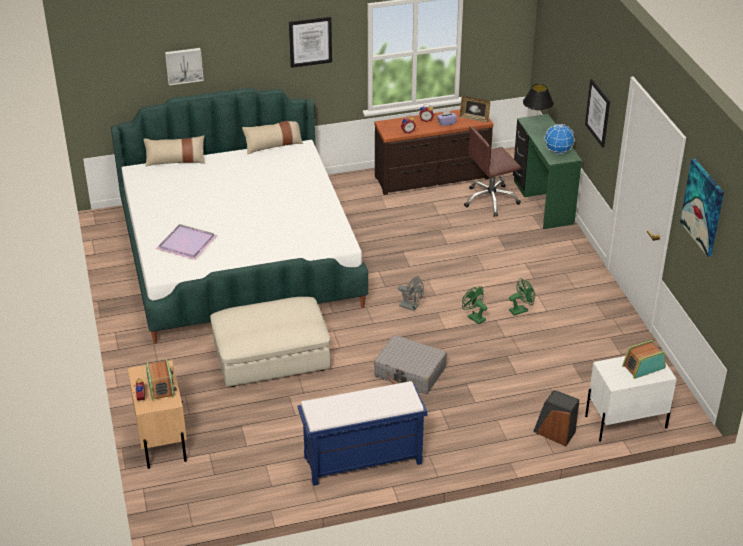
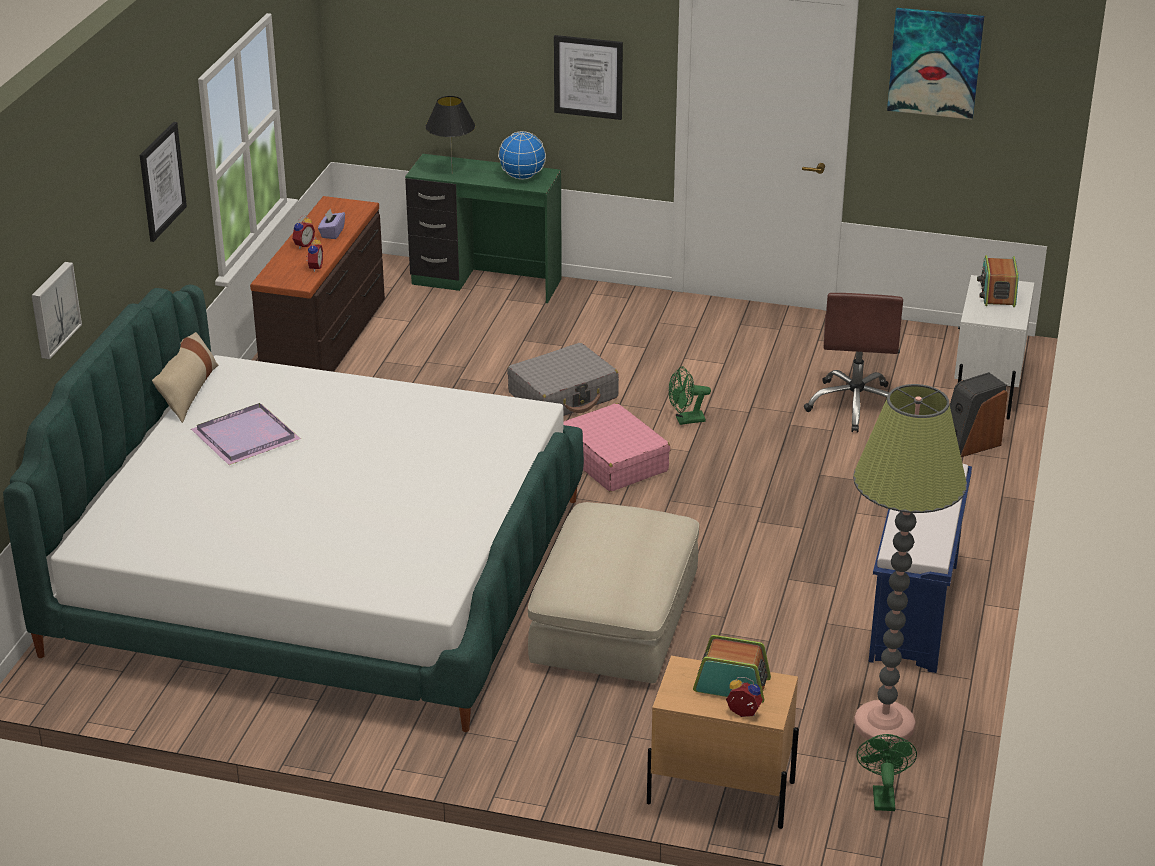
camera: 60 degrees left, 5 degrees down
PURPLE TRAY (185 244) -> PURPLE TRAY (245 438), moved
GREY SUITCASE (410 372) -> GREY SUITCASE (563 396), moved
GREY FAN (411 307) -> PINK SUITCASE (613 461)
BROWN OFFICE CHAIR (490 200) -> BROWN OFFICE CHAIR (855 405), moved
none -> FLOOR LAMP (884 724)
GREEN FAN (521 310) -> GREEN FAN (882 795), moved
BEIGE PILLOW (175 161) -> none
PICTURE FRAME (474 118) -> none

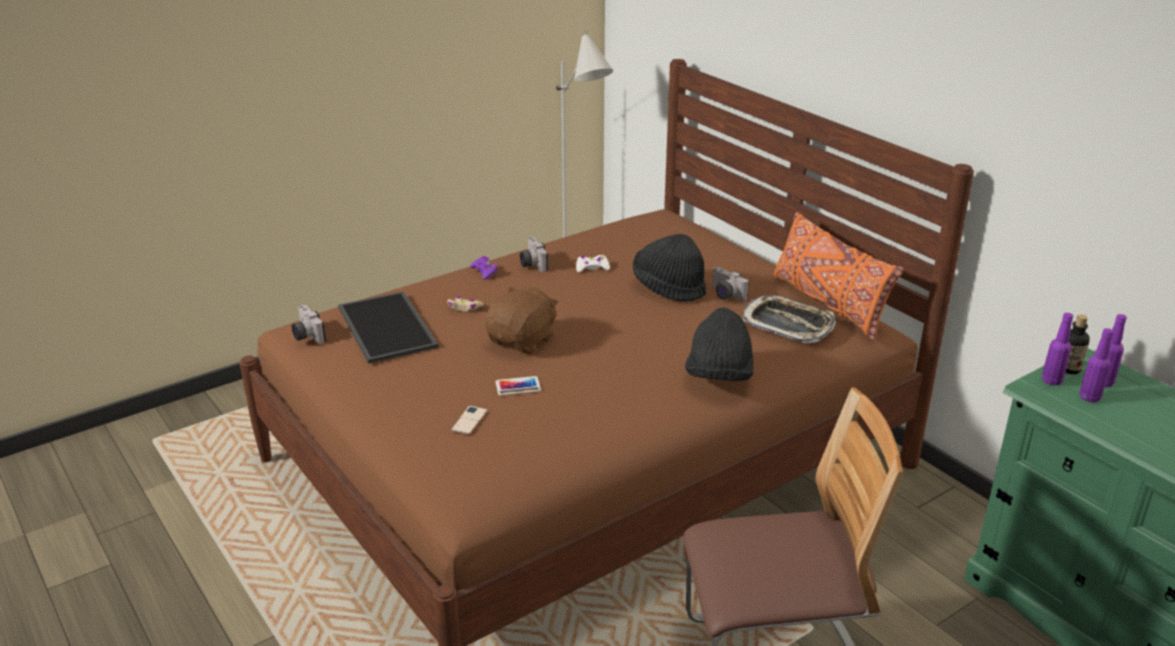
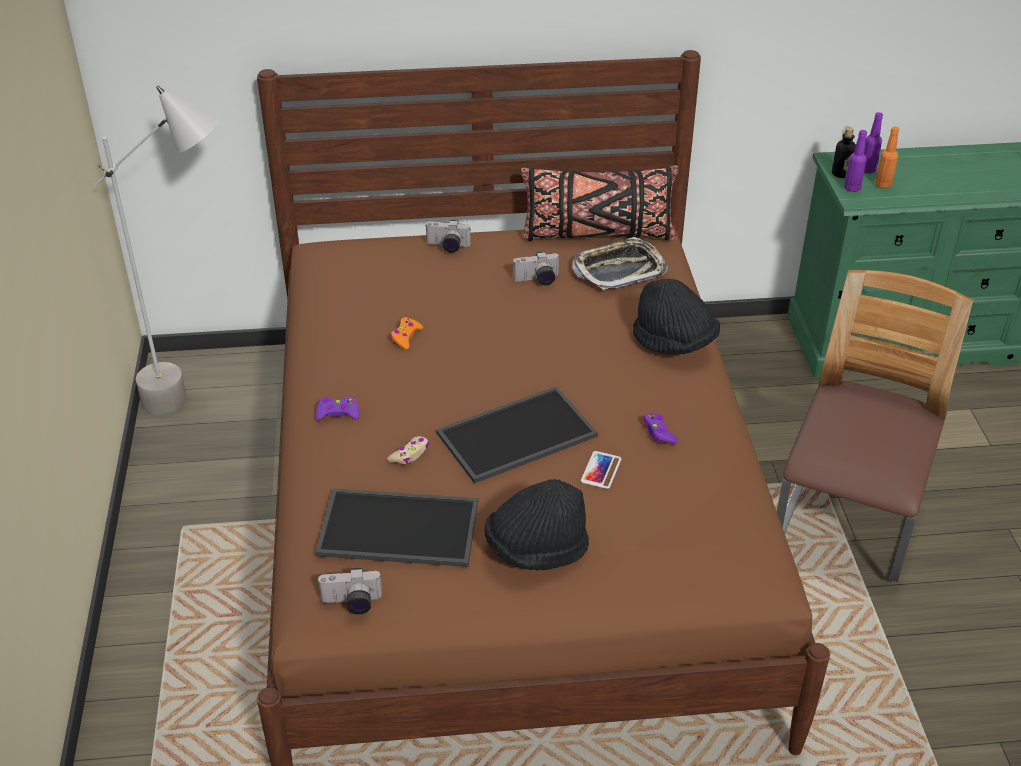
camera: 60 degrees left, 10 degrees up
WHITE GAME CONTROLLER (592 268) -> ORANGE GAME CONTROLLER (406 337)
PHOTO CAMERA (531 264) -> PHOTO CAMERA (447 247), moved
BROWN PLUSH TOY (523 341) -> TRAY (516 436)
BLACK HAT (669 287) -> BLACK HAT (536 549), moved
ORANGE PILLOW (829 303) -> BLACK PILLOW (597 234)
none -> PURPLE GAME CONTROLLER (659 433)
PURPLE BOTTLE (1089 397) -> ORANGE BOTTLE (883 185)
PHONE (469 420) -> none

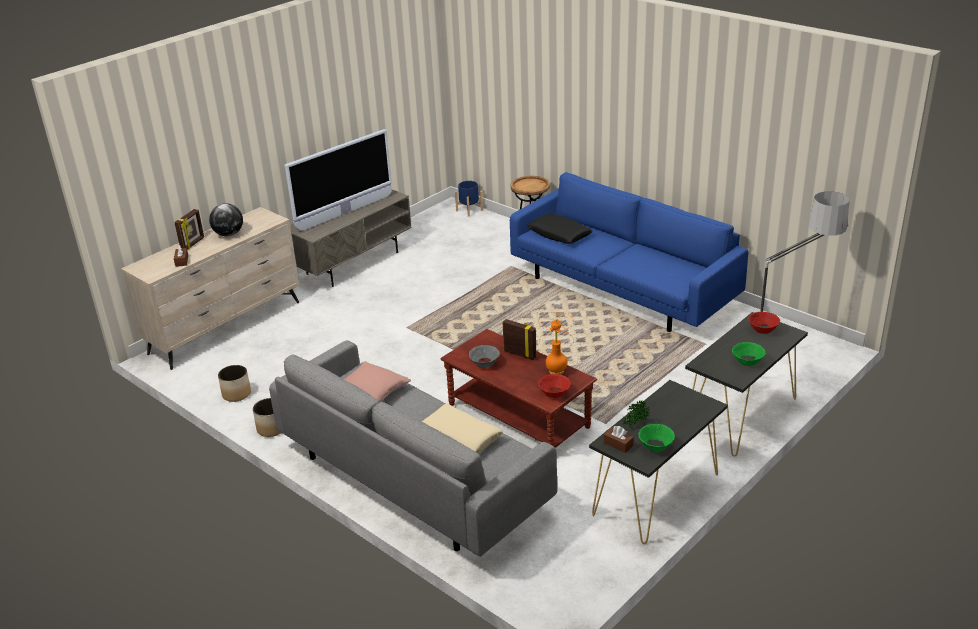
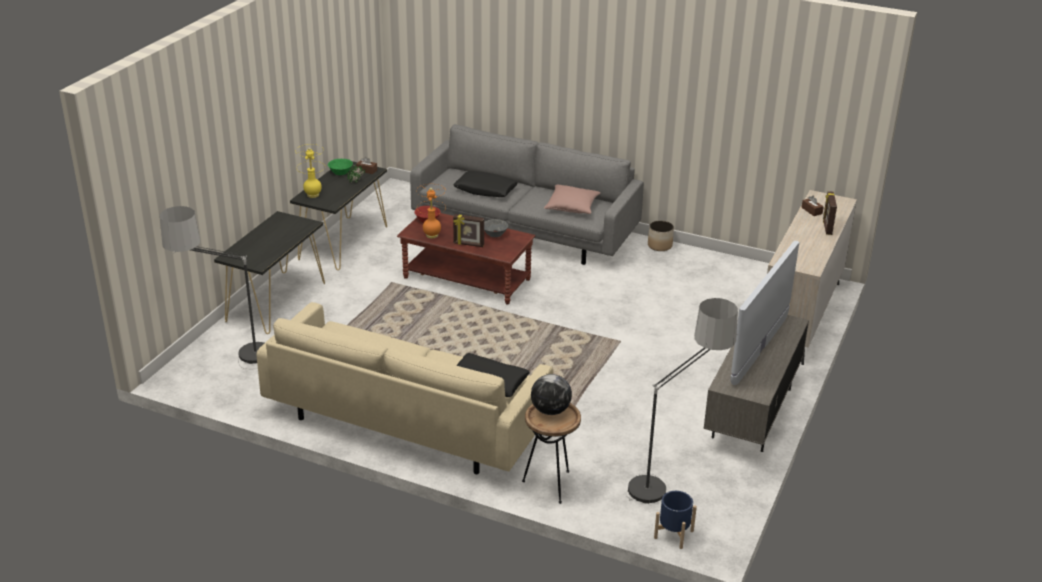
camera: 160 degrees right, 0 degrees up
BLUE SOFA (621 288) -> BEIGE SOFA (407 420)
none -> YELLOW TABLE LAMP (313 195)
BEIGE PILLOW (460 437) -> BLACK PILLOW (485 190)
GLOBE (229 234) -> GLOBE (550 410), moved
none -> FLOOR LAMP (671 481)
PLANTER (236 394) -> none
GREEN BOWL (747 361) -> none
RED BOWL (763 329) -> none

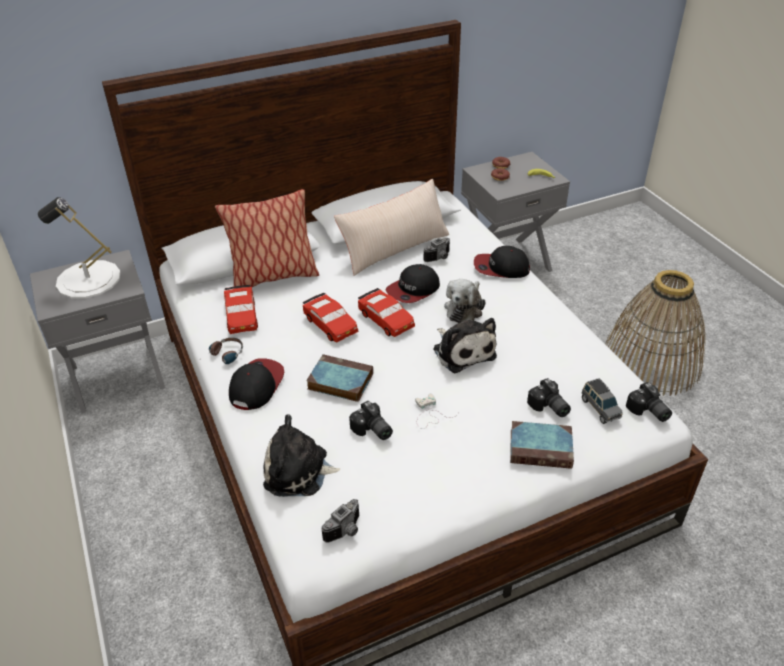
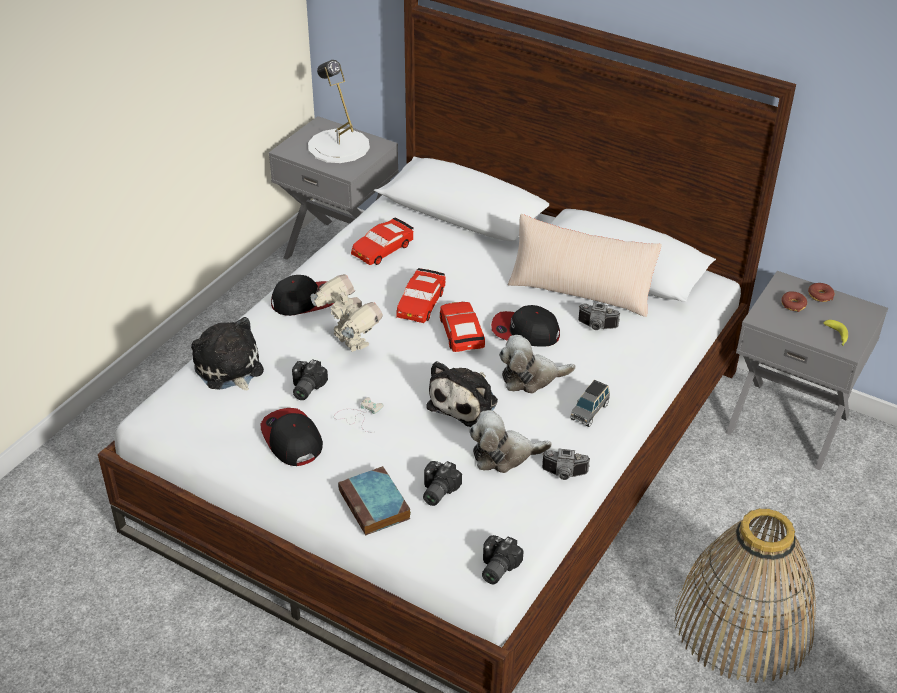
camera: 55 degrees right, 0 degrees up
CAP (501 268) -> CAP (291 439), moved
BOOK (339 381) -> TOY ROBOT (348 342)
RED TOY CAR (386 319) -> RED TOY CAR (461 333), 150 degrees clockwise
none -> PLUSH TOY (504 455)
PHOTO CAMERA (346 531) -> PHOTO CAMERA (564 475), moved
GREY TOY CAR (599 408) -> GREY TOY CAR (589 411), moved
HEADPHONES (223 357) -> none
PILLOW (274 277) -> none

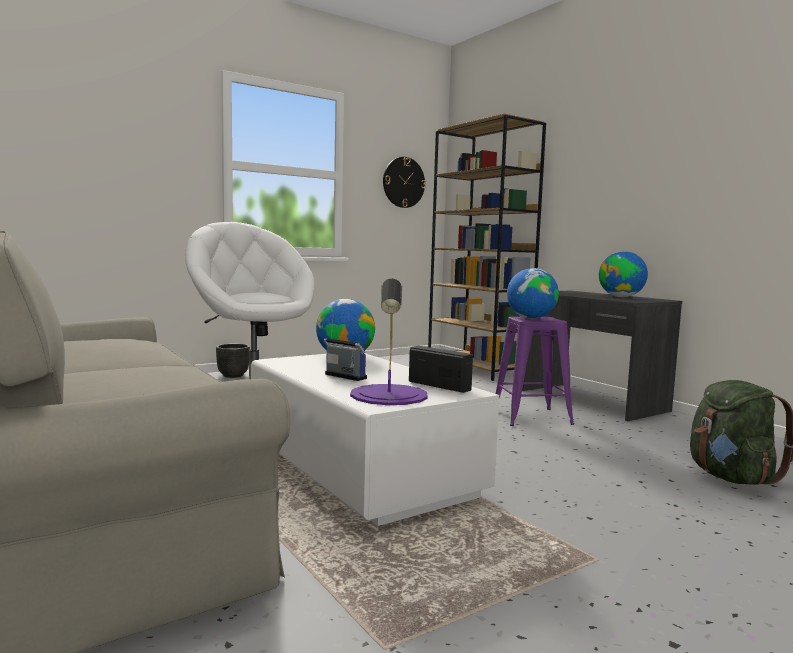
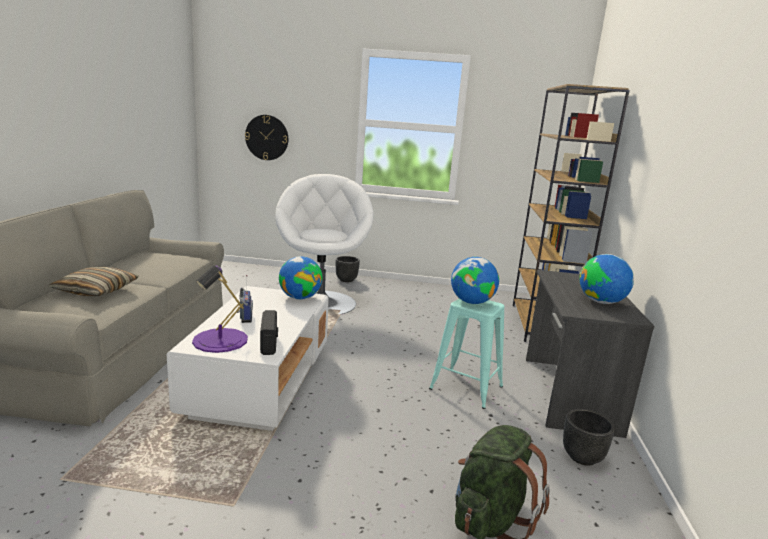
camera: 40 degrees right, 10 degrees up
none -> PILLOW (96 290)
WALL CLOCK (403 182) -> WALL CLOCK (267 137), moved
PURPLE STOOL (531 417) -> TURQUOISE STOOL (466 388)
none -> BLACK PLANTER (581 457)

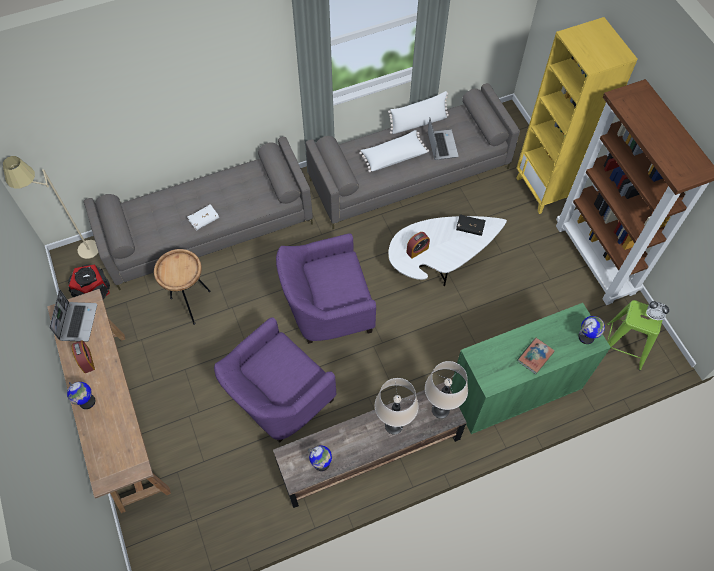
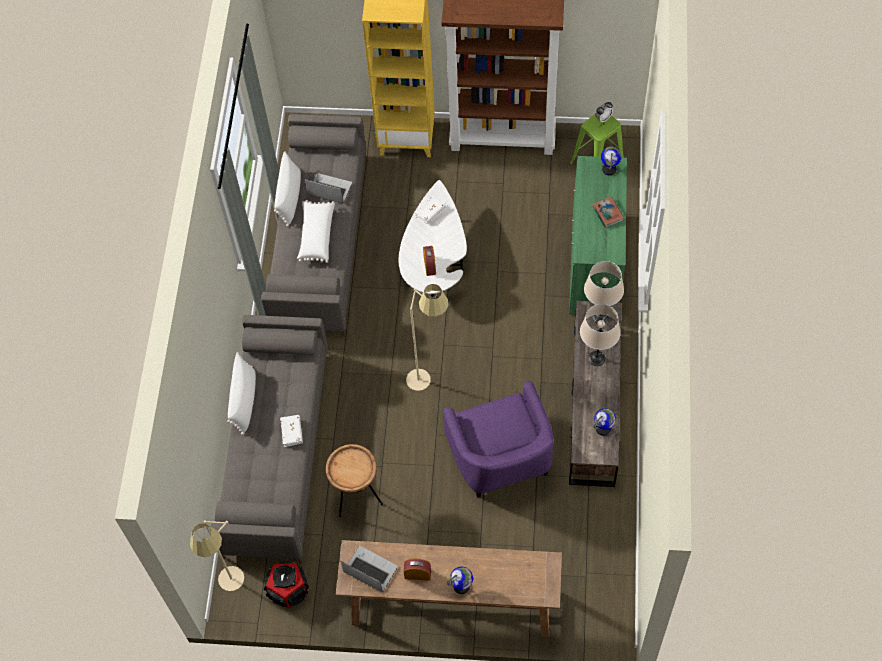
camera: 60 degrees left, 0 degrees up
none -> WHITE PILLOW (244 400)
PURPLE ARMCHAIR (327 307) -> BEIGE FLOOR LAMP (429 378)
BLACK BOOK (470 227) -> WHITE BOOK (430 212)

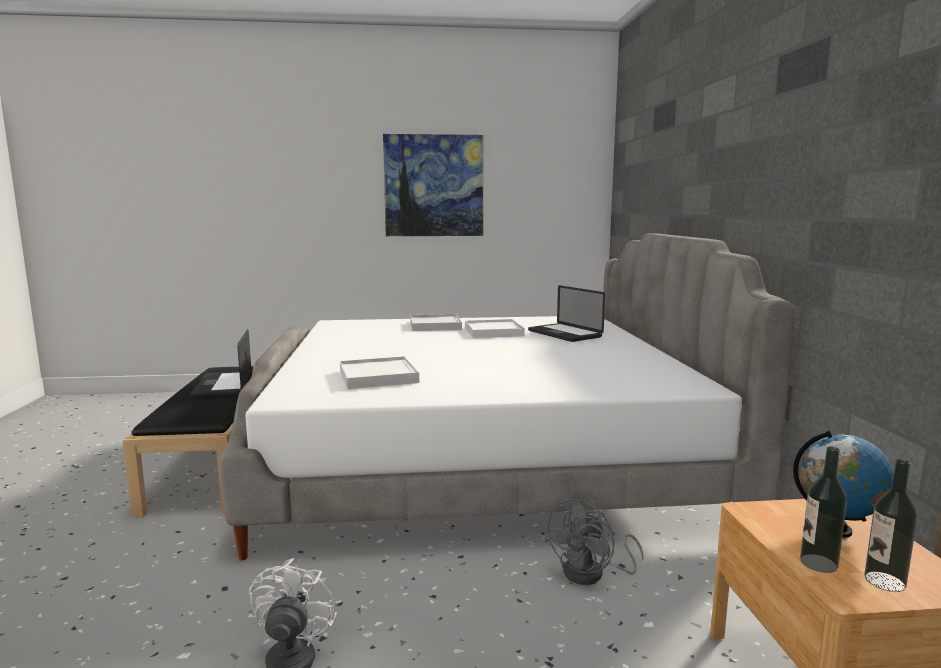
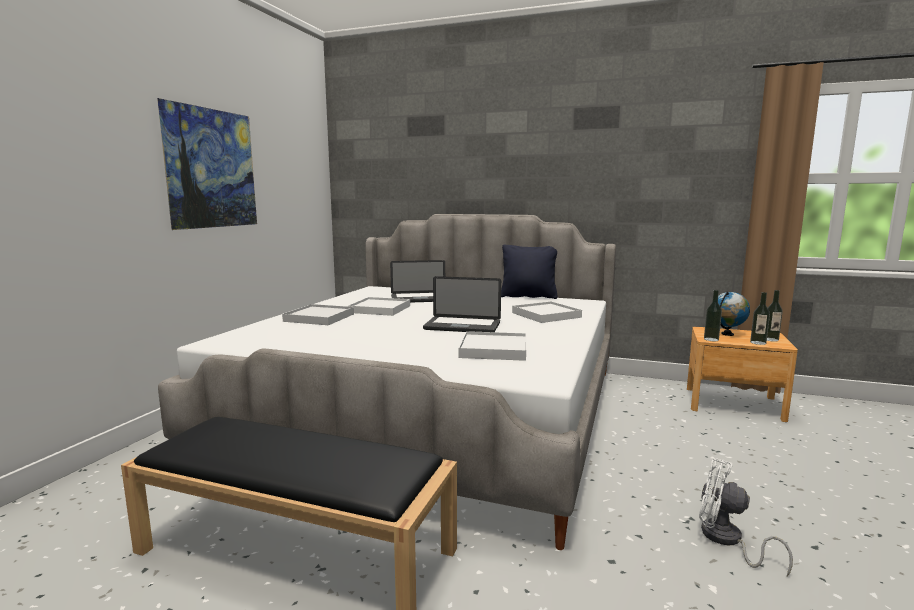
camera: 65 degrees left, 0 degrees up
LAPTOP (223 385) -> LAPTOP (462 326), moved
none -> BLACK PILLOW (528 296)
none -> WHITE TRAY (546 315)
none -> BOTTLE (711 339)
GREY FAN (592 574) -> none

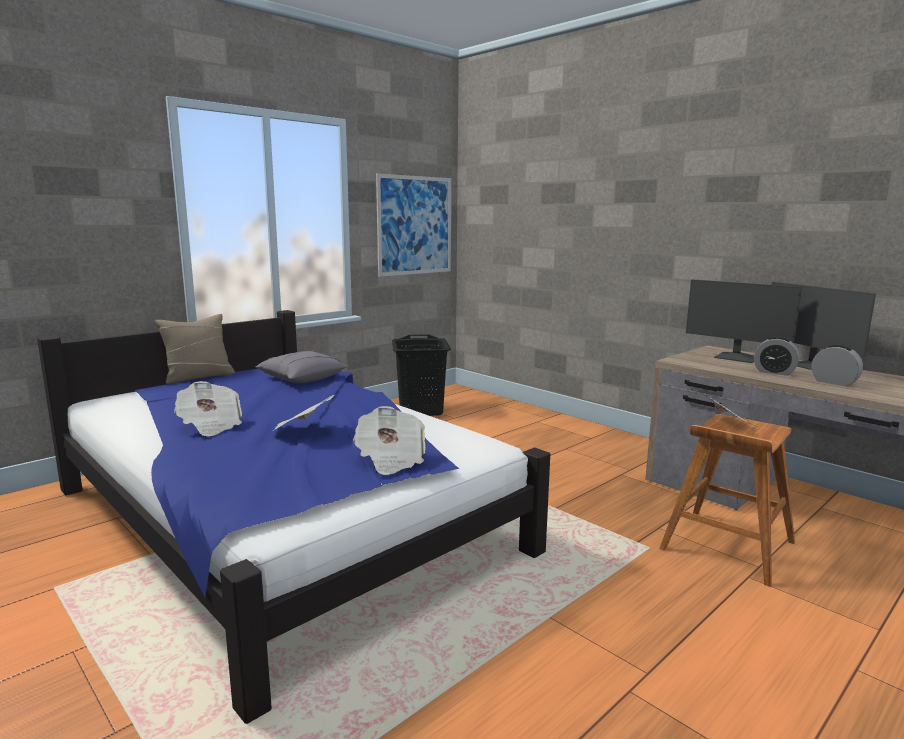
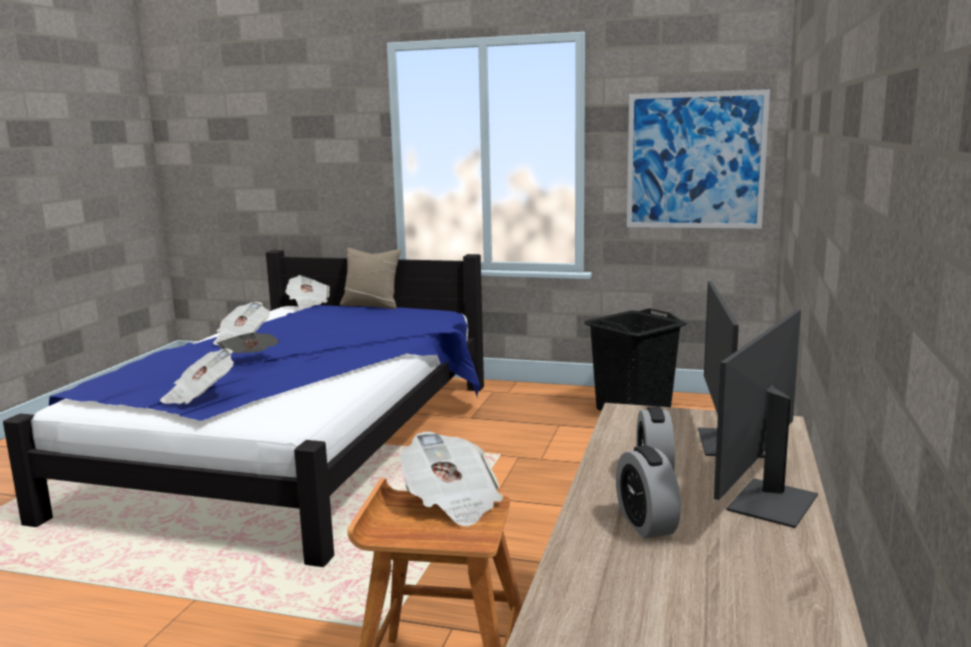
camera: 60 degrees right, 0 degrees up
none -> NEWSPAPER (308 303)
ALARM CLOCK (834 382) -> ALARM CLOCK (646 523), 150 degrees clockwise
GREY PILLOW (302 379) -> none

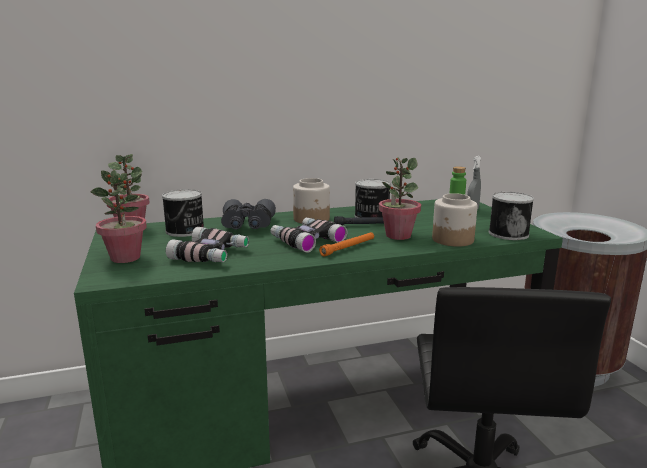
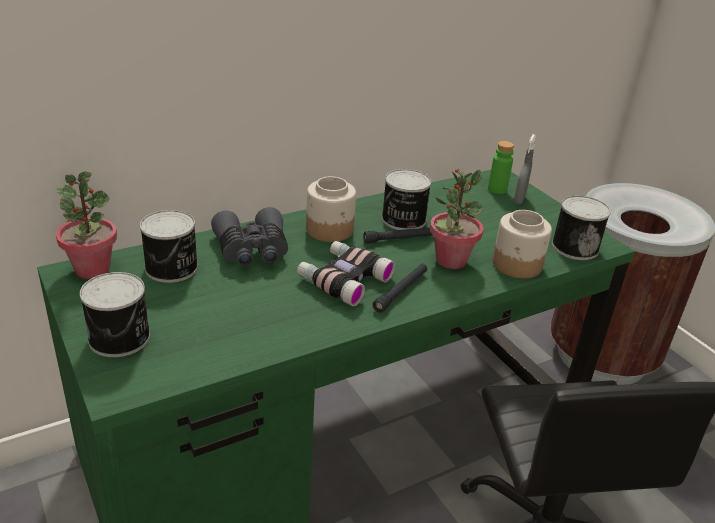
camera: 15 degrees left, 15 degrees up
POTTED PLANT (125 258) -> CAN (121 338)
ORANGE FLASHLIGHT (348 248) -> BLACK FLASHLIGHT (401 291)
BINOCULARS (211 255) -> none

